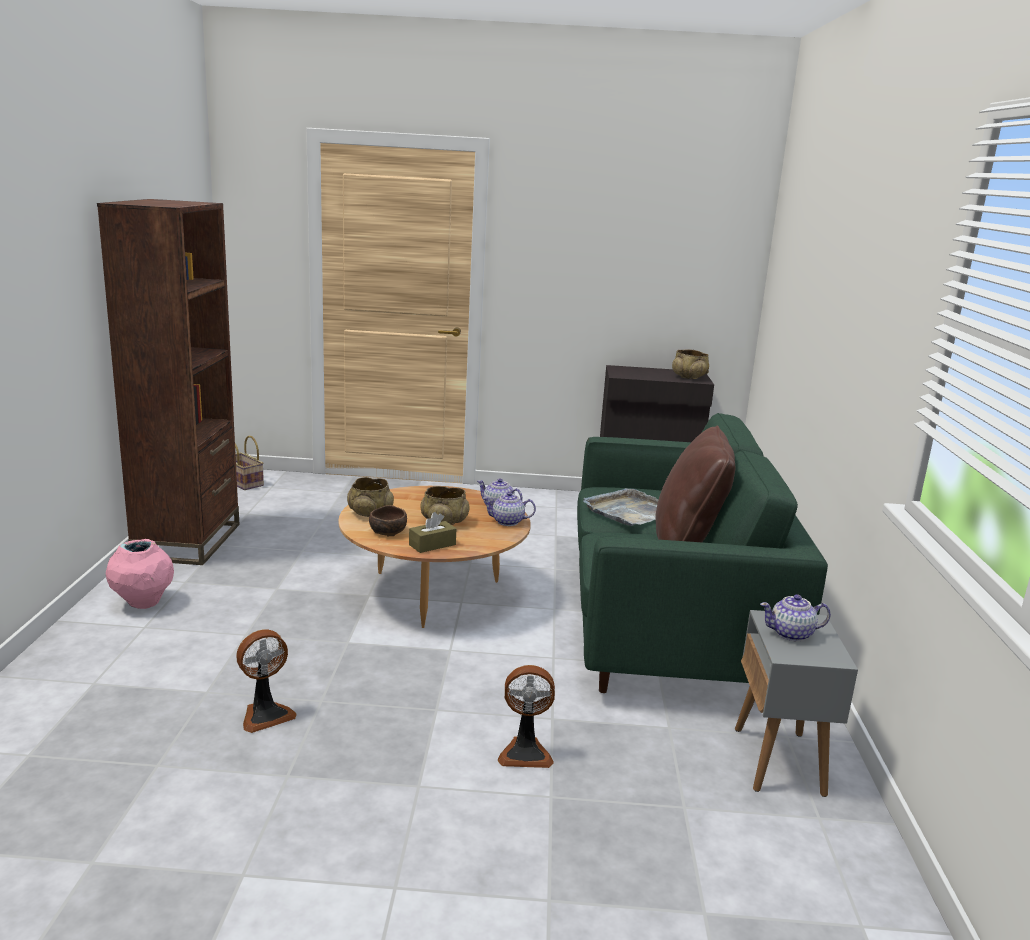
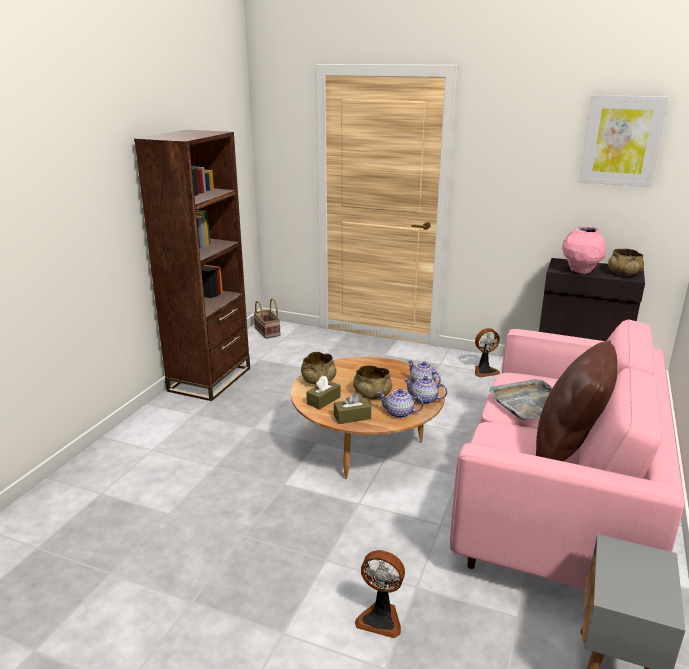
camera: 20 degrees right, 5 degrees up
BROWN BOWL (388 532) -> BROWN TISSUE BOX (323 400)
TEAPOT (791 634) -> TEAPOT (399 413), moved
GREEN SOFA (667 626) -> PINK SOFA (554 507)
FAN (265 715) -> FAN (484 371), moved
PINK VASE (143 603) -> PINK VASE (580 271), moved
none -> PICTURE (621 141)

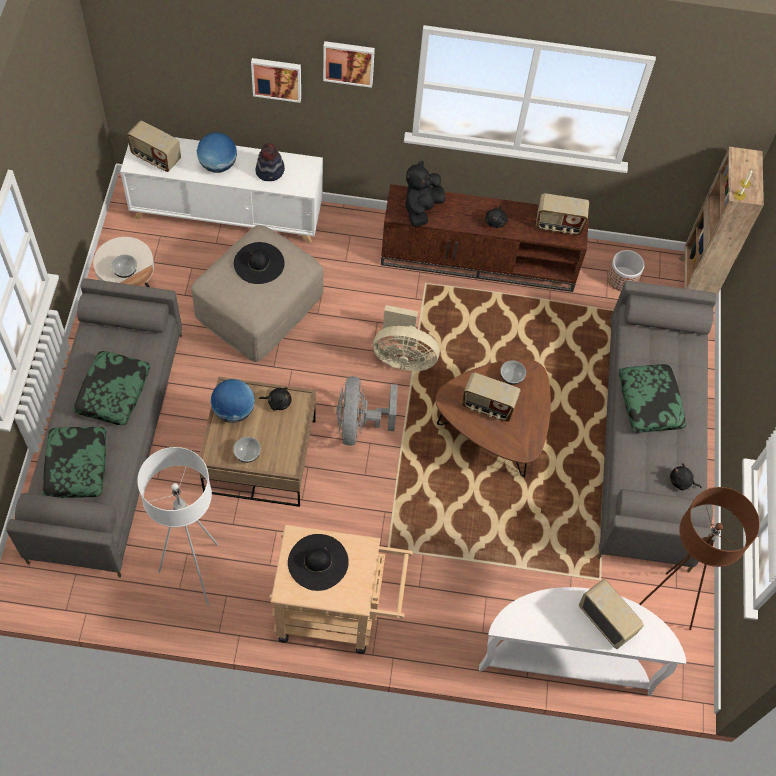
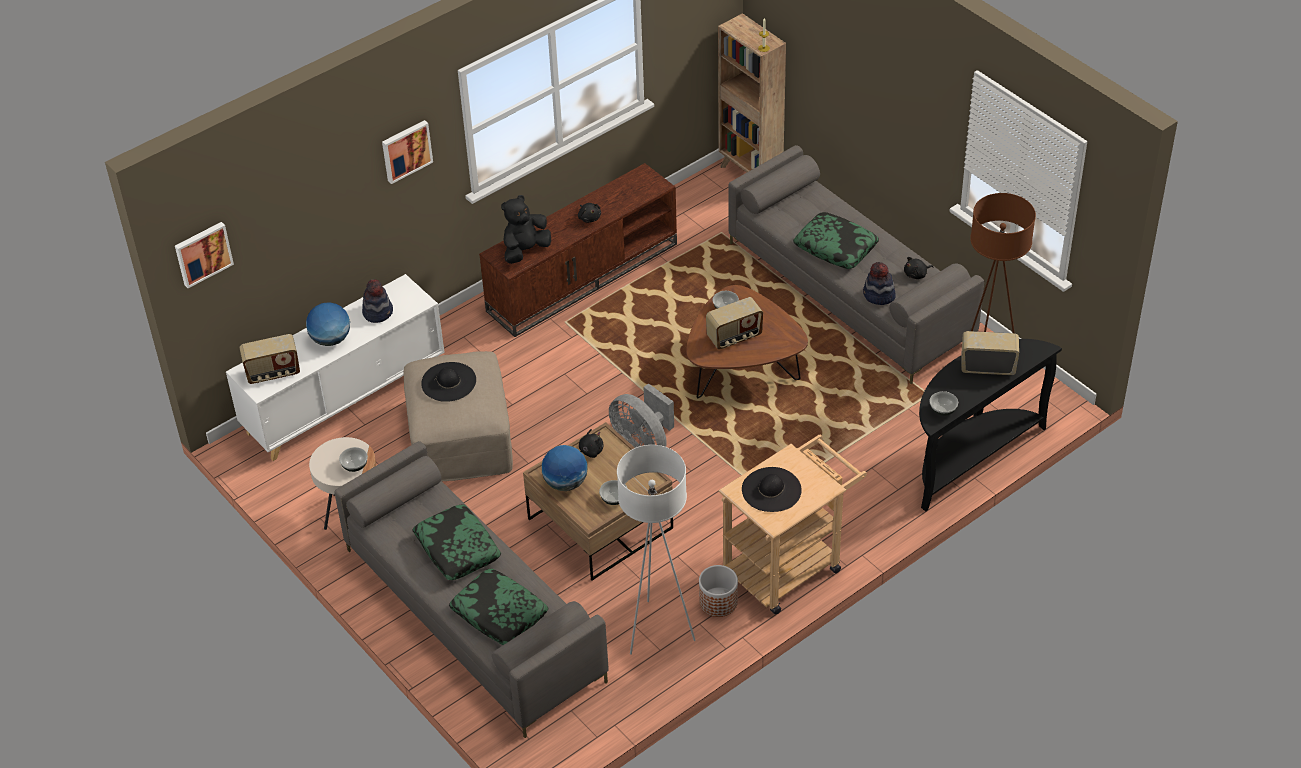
camera: 40 degrees left, 15 degrees down
PICTURE (277 78) -> PICTURE (202 253), moved
BLACK PLUSH TOY (422 209) -> BLACK PLUSH TOY (525 250), 60 degrees clockwise
PLANTER (622 279) -> PLANTER (718 602), moved
none -> HAT (878 295)
WHITE CONSOLE TABLE (566 660) -> BLACK CONSOLE TABLE (969 456)
none -> BOWL (942 409)
BEIGE FAN (403 357) -> none
RADIO (559 225) -> none

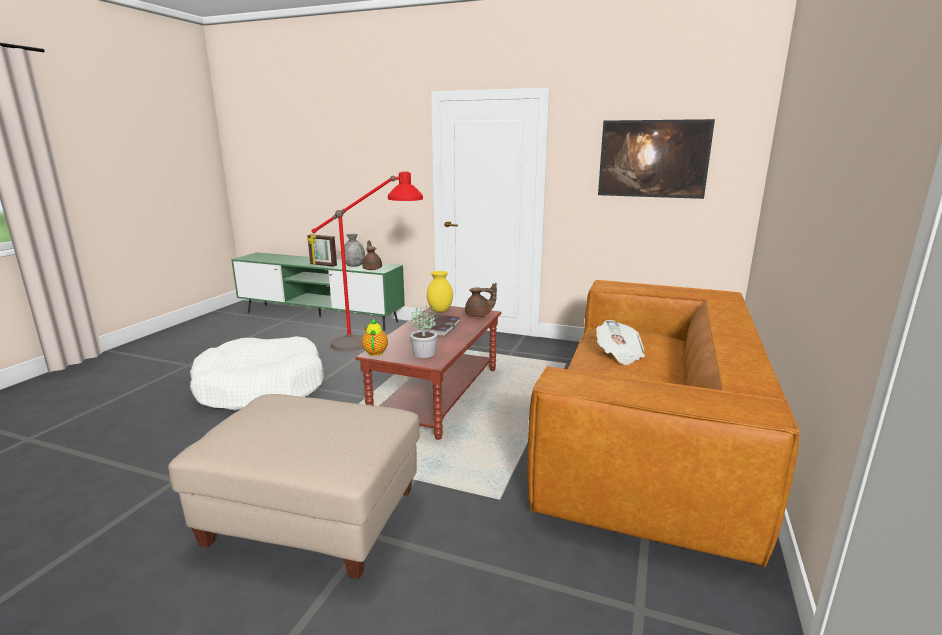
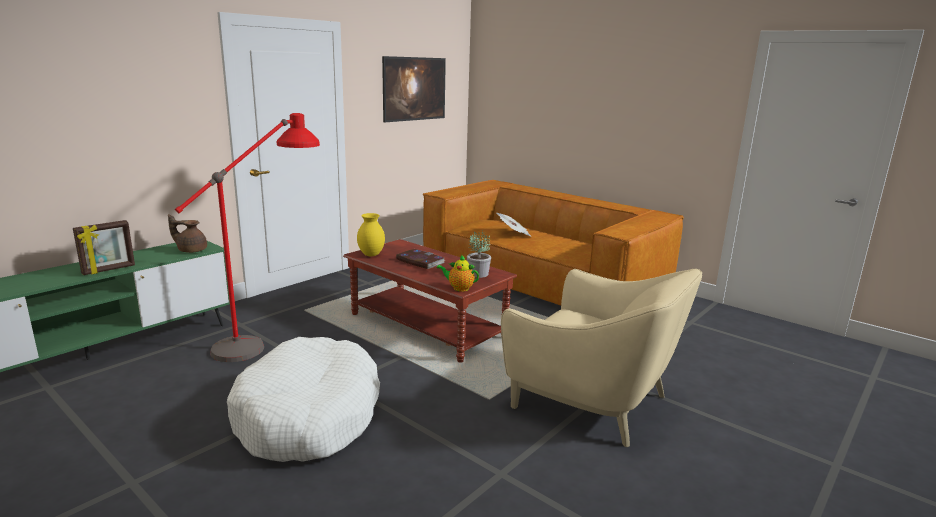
camera: 70 degrees left, 0 degrees up
BEIGE OTTOMAN (312 518) -> BEIGE ARMCHAIR (592 400)
GREY VASE (354 265) -> none
BROWN TEAPOT (479 315) -> none

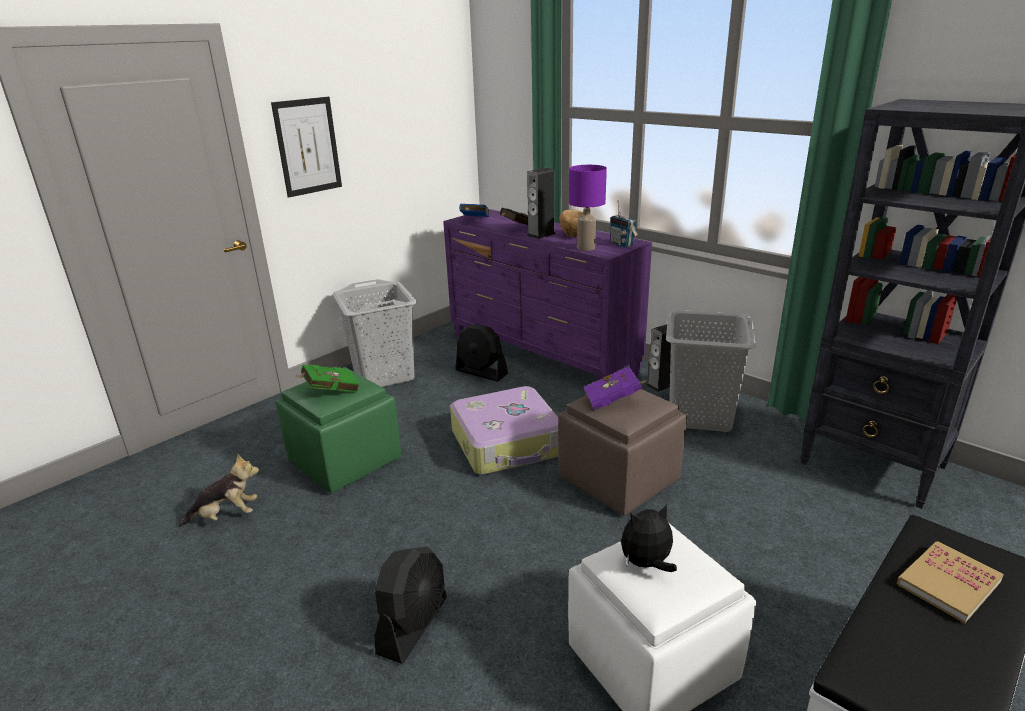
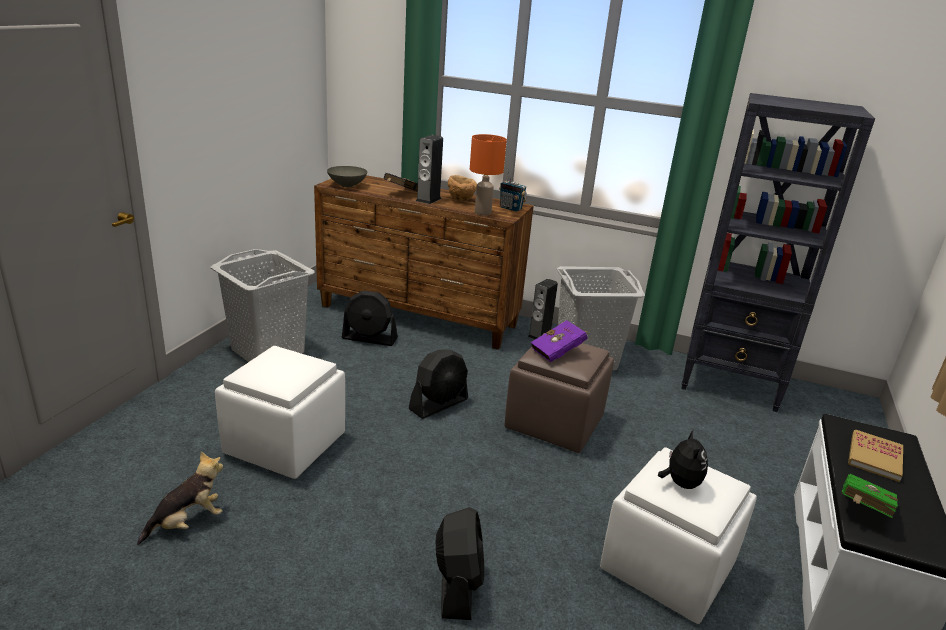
camera: 25 degrees left, 0 degrees up
GREEN OTTOMAN (345 460) -> WHITE OTTOMAN (285 443)
PURPLE DRESSER (542 355) -> BROWN DRESSER (418 317)
BLUE BOOK (474 221) -> GREY BOWL (348 185)
SUITCASE (508 443) -> BLACK FAN (439 404)
PURPLE TABLE LAMP (586 248) -> ORANGE TABLE LAMP (482 212)
PLUSH TOY (647 564) -> PLUSH TOY (680 483), 135 degrees clockwise
GREEN BOOK (329 391) -> GREEN BOOK (861 510), moved
PICTURE (308 146) -> none

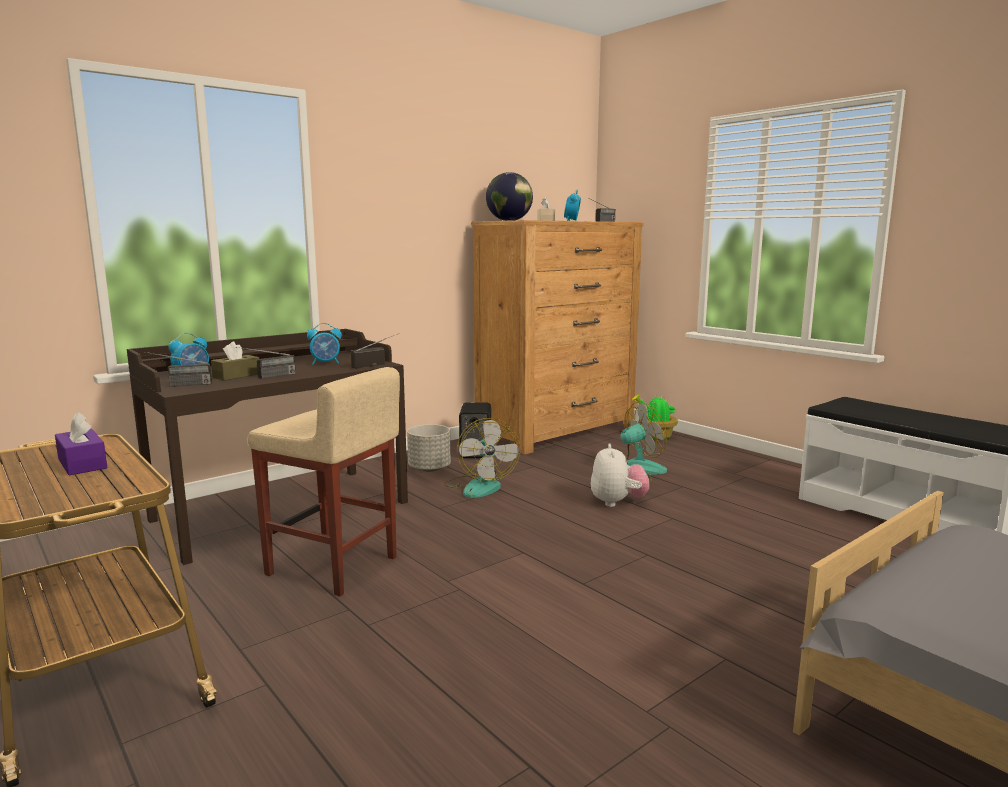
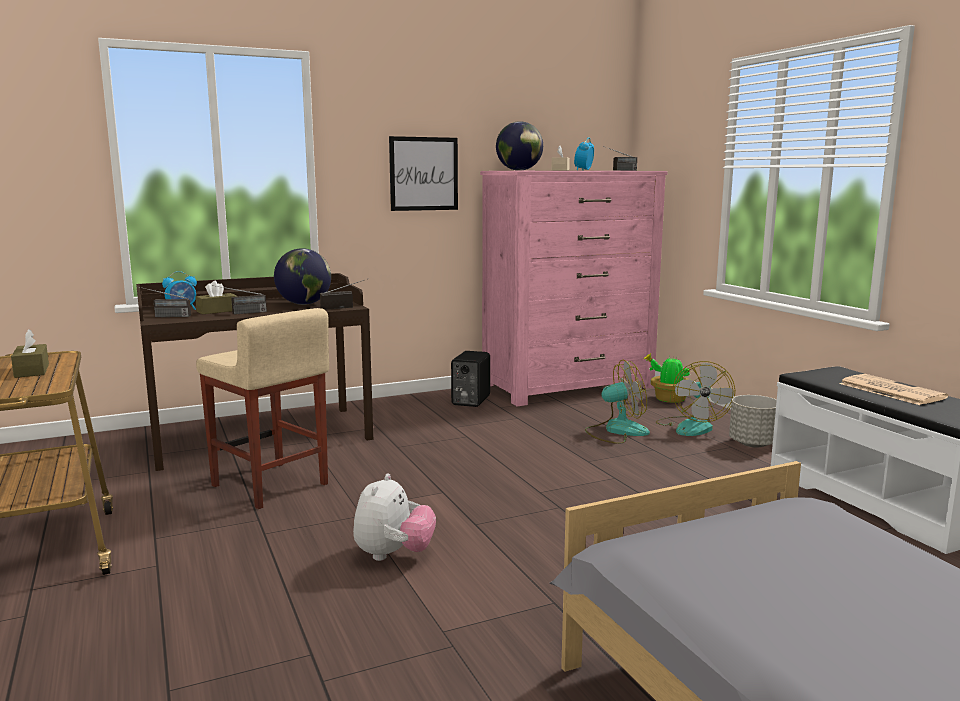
camera: 15 degrees right, 0 degrees up
PURPLE TISSUE BOX (82 464) -> BROWN TISSUE BOX (32 370)
ALARM CLOCK (326 363) -> GLOBE (304 304)
PLUSH TOY (617 502) -> PLUSH TOY (393 555), moved
none -> PICTURE (424 174)
BROWN DRESSER (557 431) -> PINK DRESSER (568 387)
FAN (480 486) -> FAN (691 426), moved
GREY PLANTER (429 468) -> GREY PLANTER (752 443), moved
none -> NEWSPAPER (889 390)

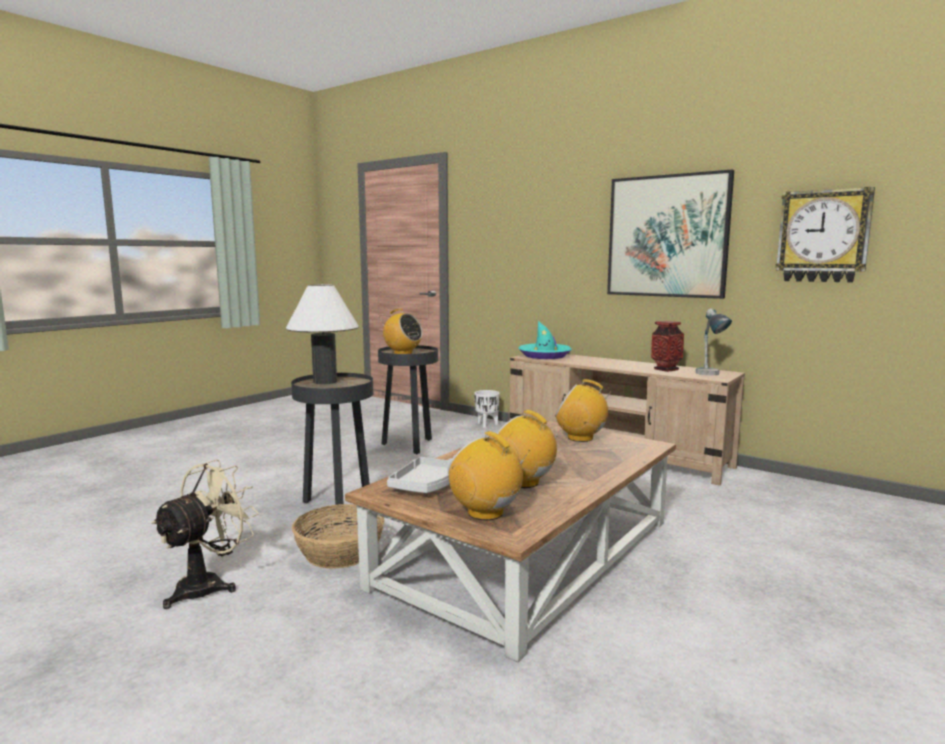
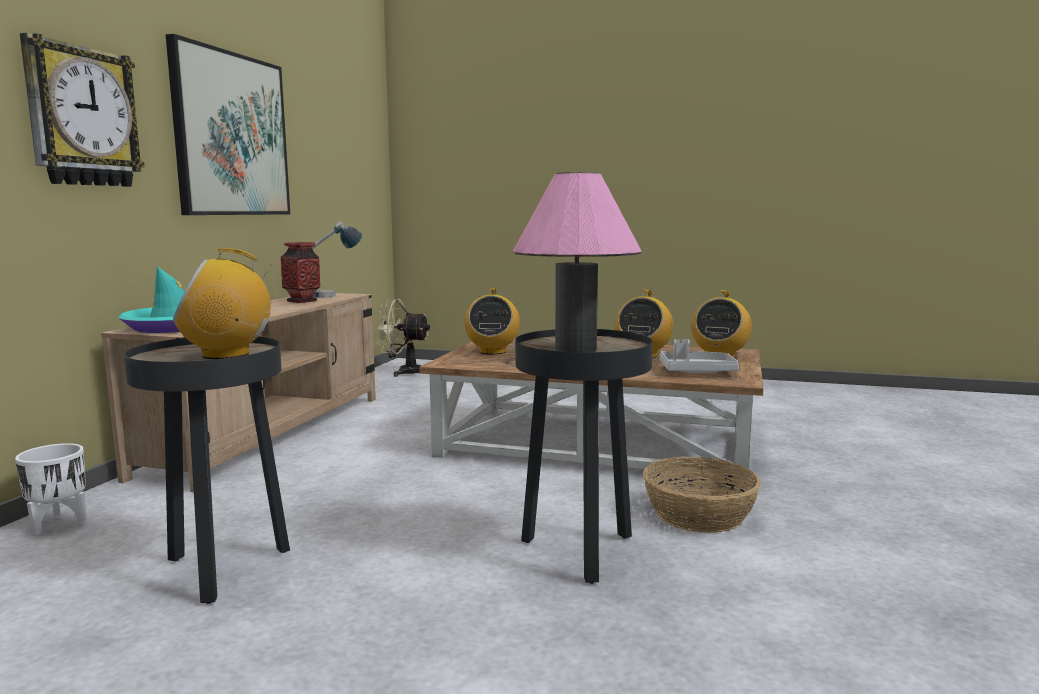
camera: 110 degrees left, 0 degrees up
WALL CLOCK (823 236) -> WALL CLOCK (82 117), moved
RADIO (402 353) -> RADIO (226 354), 120 degrees counterclockwise
BEIGE FAN (209 585) -> BEIGE FAN (404 372), moved
WHITE TABLE LAMP (325 382) -> PINK TABLE LAMP (575 350)

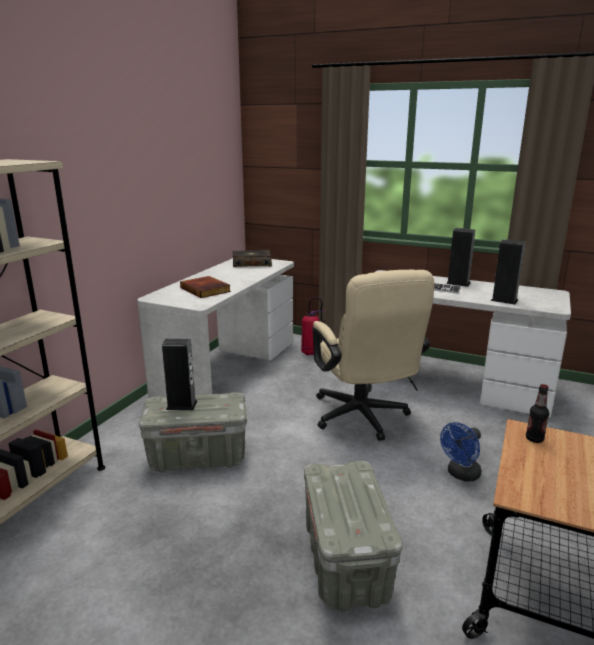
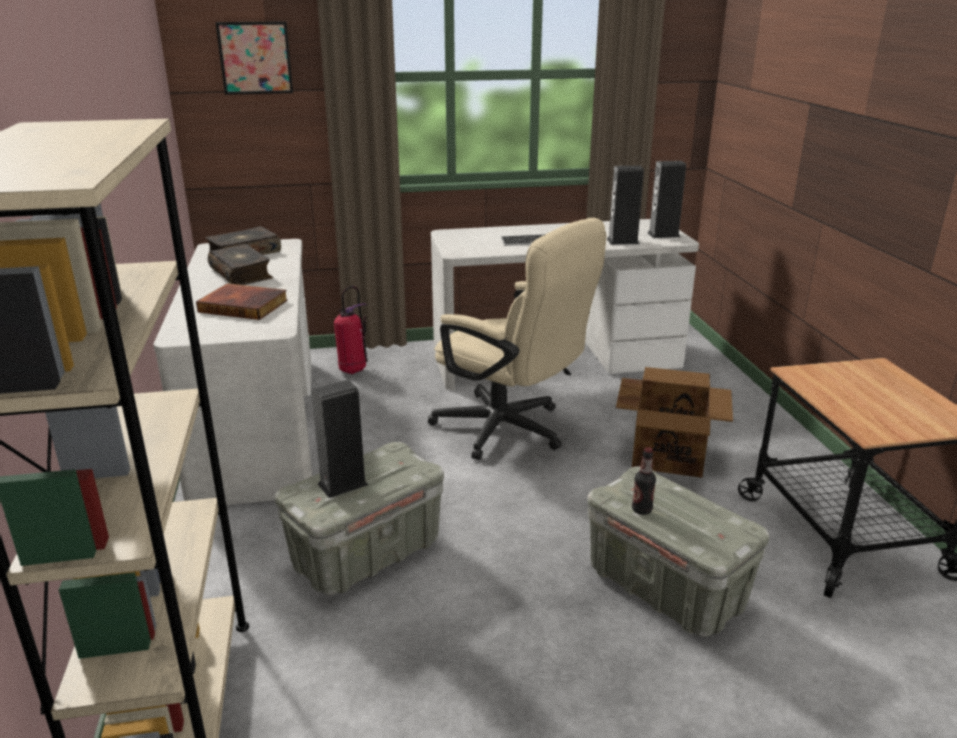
camera: 35 degrees left, 5 degrees up
none -> BOOK (242 274)
none -> PICTURE (255 58)
BLUE FAN (460 475) -> CARDBOARD BOX (668 454)
BOTTLE (534 439) -> BOTTLE (641 510), moved
SPEAKER (458 283) -> SPEAKER (663 235), moved

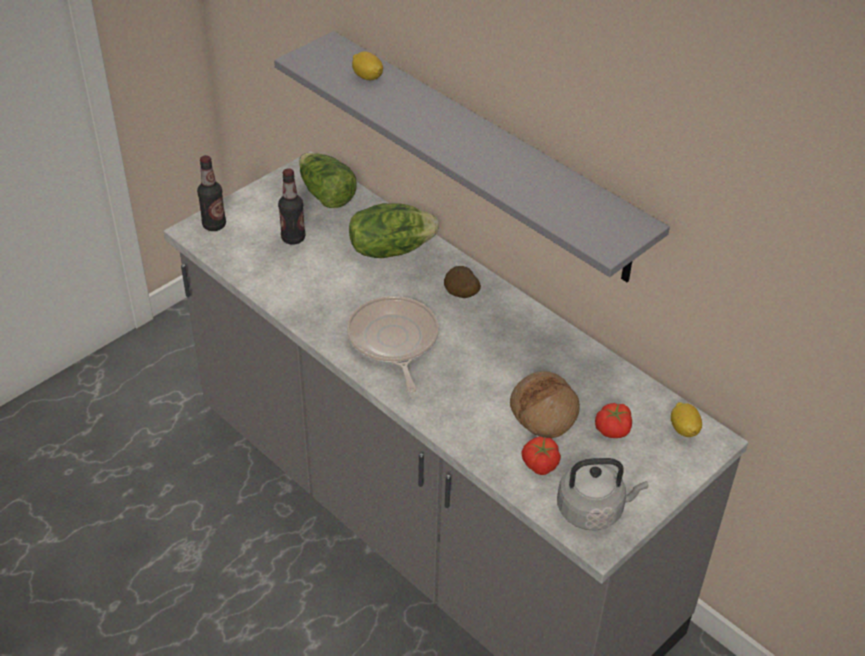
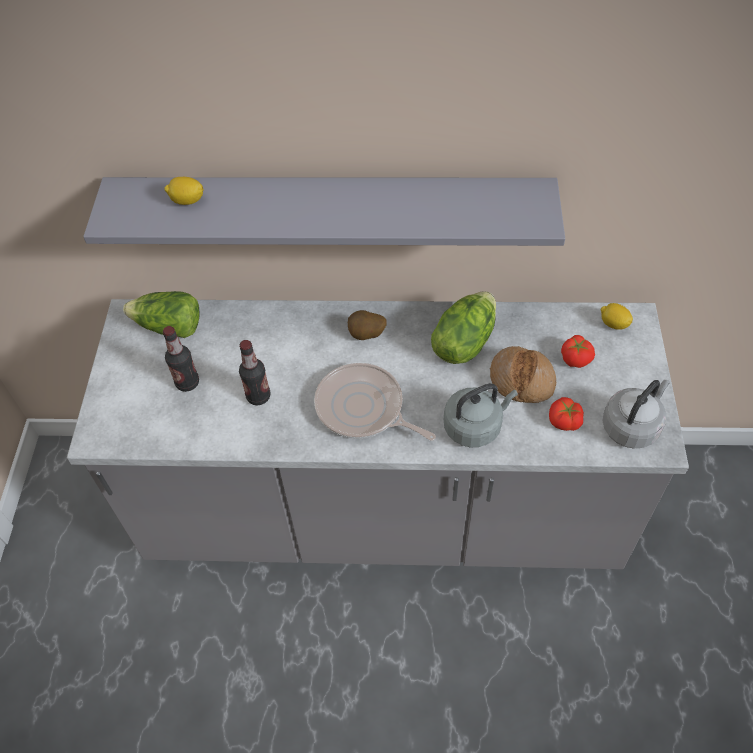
camera: 40 degrees left, 10 degrees up
BOTTLE (214 225) -> BOTTLE (258 396), moved
LETTUCE (390 249) -> LETTUCE (463 342), moved
none -> GREY KETTLE (475 426)

